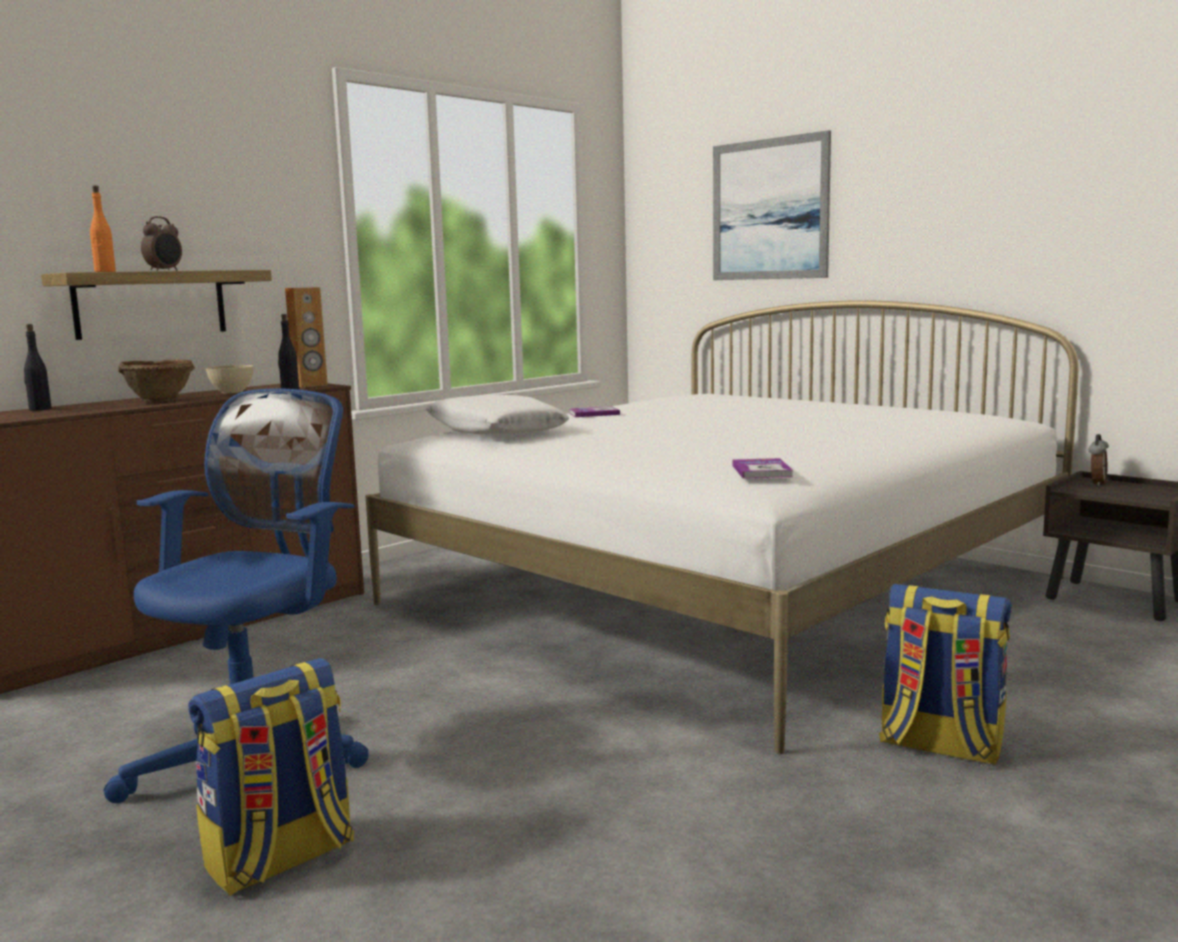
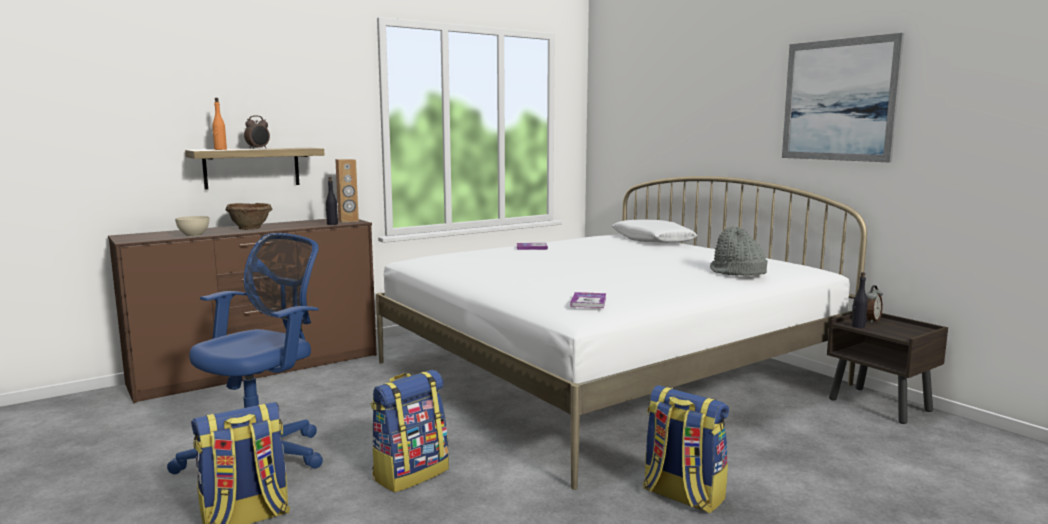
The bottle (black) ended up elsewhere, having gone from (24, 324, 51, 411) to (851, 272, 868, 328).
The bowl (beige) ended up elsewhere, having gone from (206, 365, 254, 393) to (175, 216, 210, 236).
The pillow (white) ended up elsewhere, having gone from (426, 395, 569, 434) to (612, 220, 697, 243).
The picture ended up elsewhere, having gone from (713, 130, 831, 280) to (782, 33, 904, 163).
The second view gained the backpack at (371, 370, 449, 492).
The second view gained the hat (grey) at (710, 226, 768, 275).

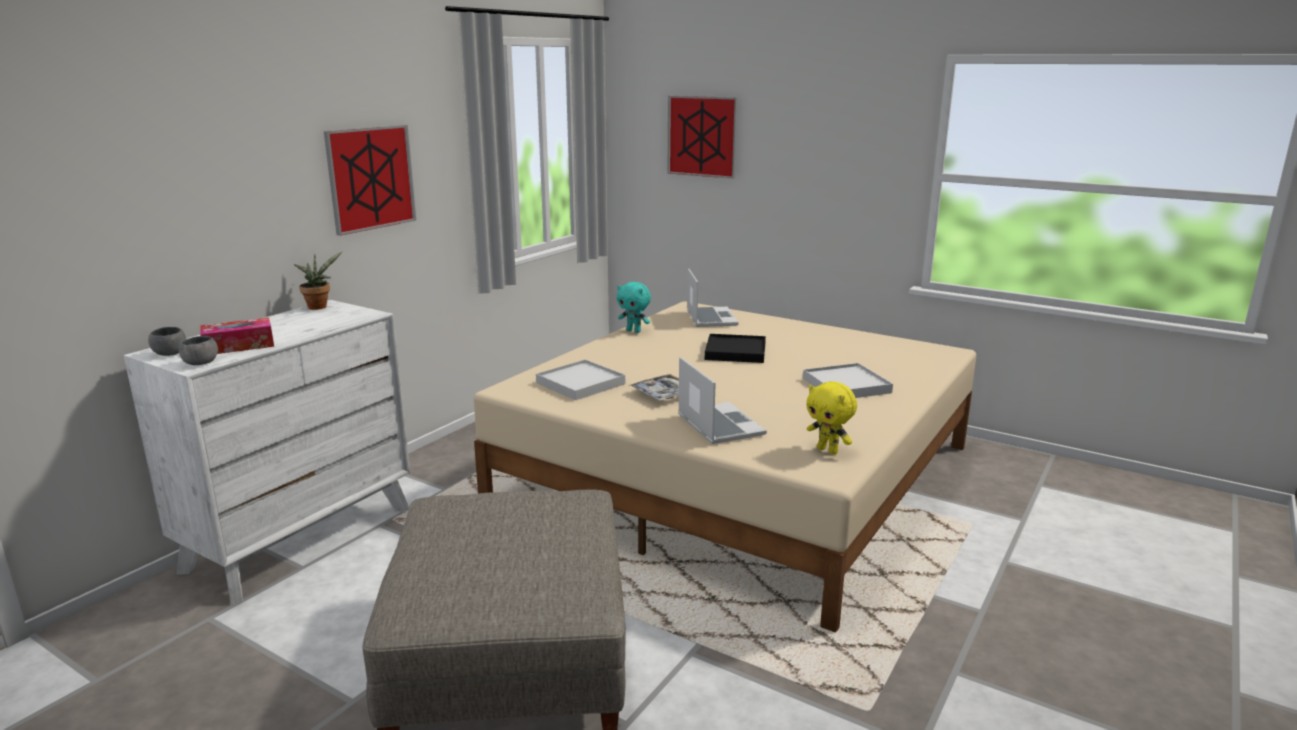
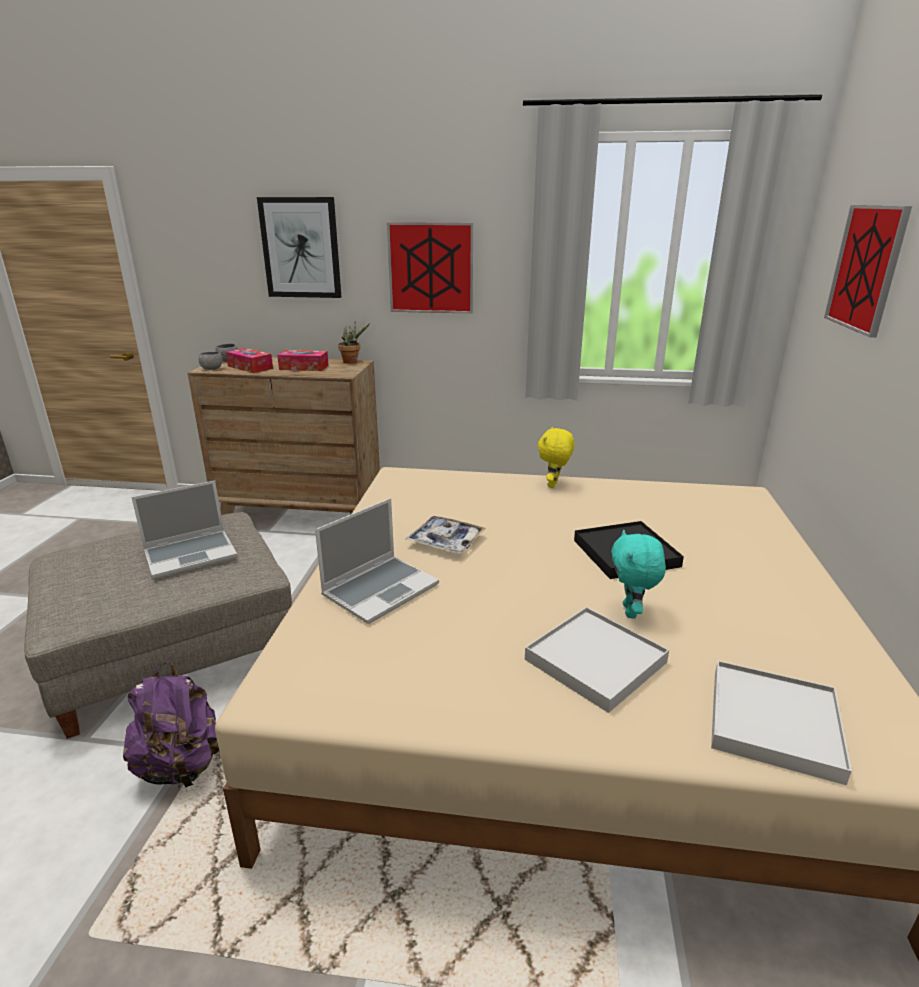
What was the dresser (white) at (123, 300, 410, 605) turned into the dresser (brown) at (188, 357, 380, 515).
The tray (white) ended up elsewhere, having gone from (536, 360, 625, 400) to (711, 661, 852, 785).
The plush toy (turquoise) ended up elsewhere, having gone from (617, 282, 651, 333) to (611, 530, 666, 619).
The laptop ended up elsewhere, having gone from (687, 269, 738, 327) to (131, 480, 237, 579).
The plush toy (yellow) ended up elsewhere, having gone from (806, 381, 857, 455) to (538, 427, 575, 488).
The second view gained the backpack (purple) at (123, 661, 219, 790).
The second view gained the picture at (257, 197, 341, 298).
The second view gained the tissue box at (277, 350, 329, 371).

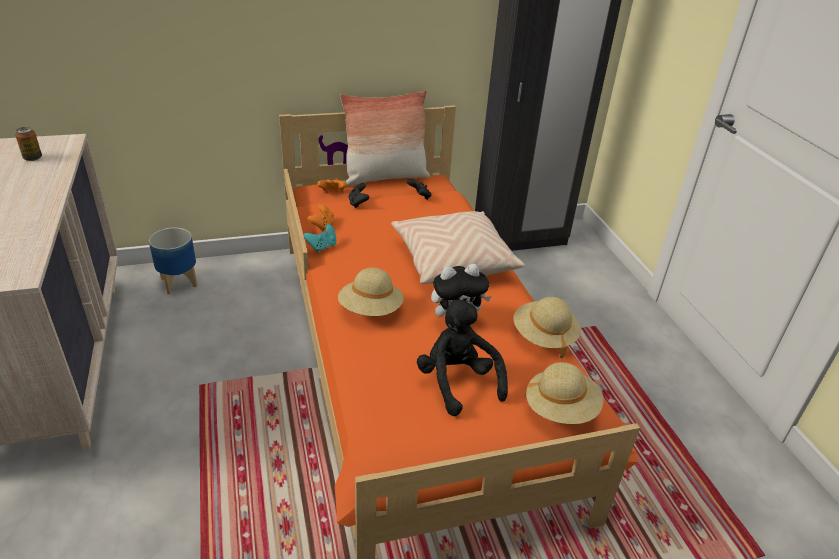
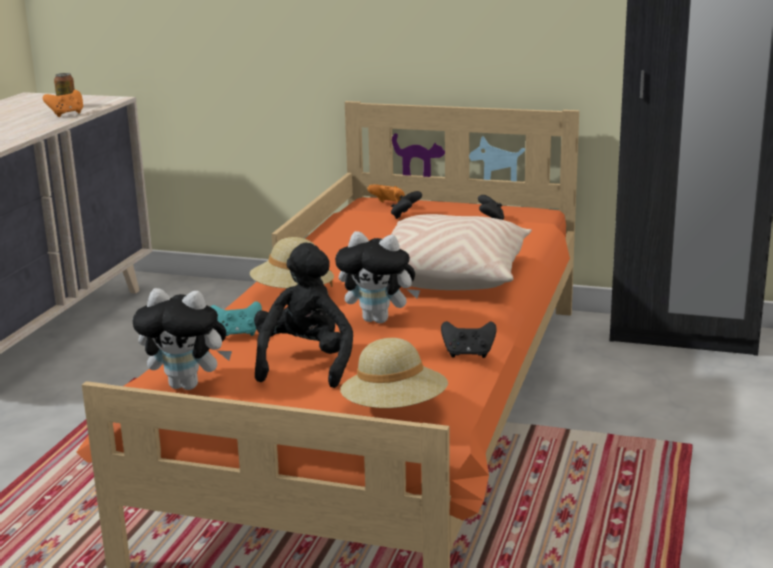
The second view lost the planter at (149, 227, 198, 294).
The game controller (turquoise) ended up elsewhere, having gone from (304, 224, 336, 252) to (211, 301, 262, 336).
The game controller (orange) ended up elsewhere, having gone from (307, 204, 334, 231) to (43, 90, 83, 117).
The second view lost the pillow at (340, 91, 430, 186).
Where the hat (beige) stood at (513, 297, 581, 358), the game controller (black) came to stand at (441, 321, 497, 358).
The second view gained the plush toy at (133, 288, 232, 390).

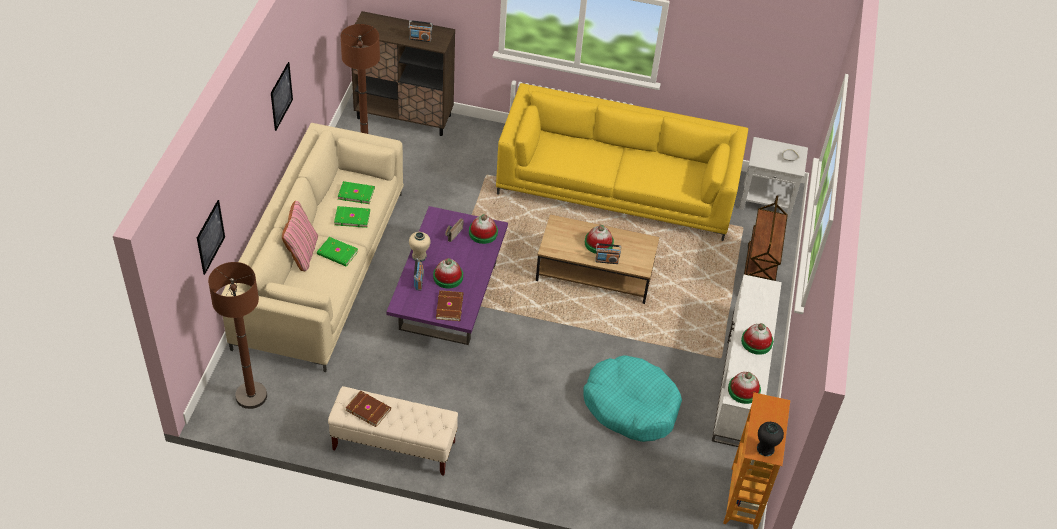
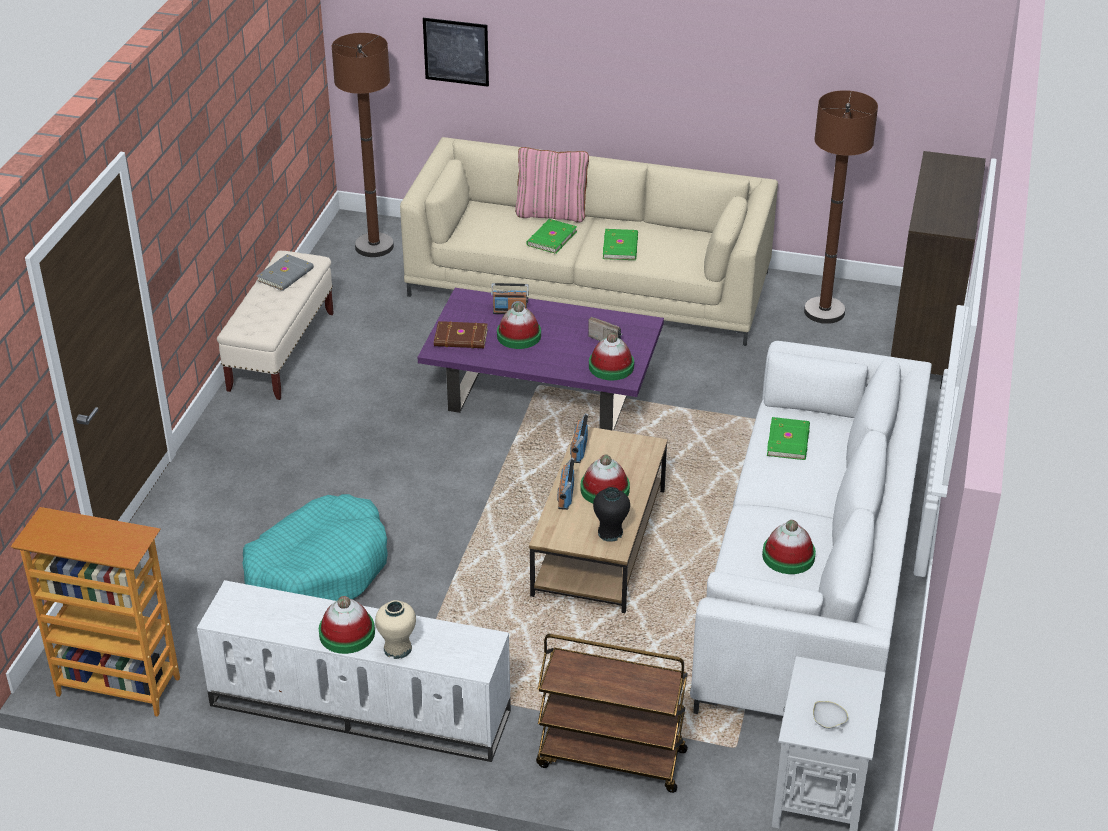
The second view lost the picture at (271, 62, 293, 131).
The book (green) ended up elsewhere, having gone from (337, 181, 375, 204) to (767, 417, 810, 460).
What was the book (brown) at (346, 391, 391, 427) turned into the book (grey) at (257, 254, 314, 291).
The radio ended up elsewhere, having gone from (409, 20, 432, 42) to (570, 413, 588, 463).
The vase (beige) ended up elsewhere, having gone from (409, 232, 431, 262) to (375, 600, 416, 659).
What was the sofa (yellow) at (496, 83, 748, 241) turned into the sofa (white) at (690, 341, 932, 716).
The hat ended up elsewhere, having gone from (728, 372, 761, 404) to (762, 520, 816, 574).
The vase (black) ended up elsewhere, having gone from (757, 422, 784, 456) to (593, 487, 630, 542).

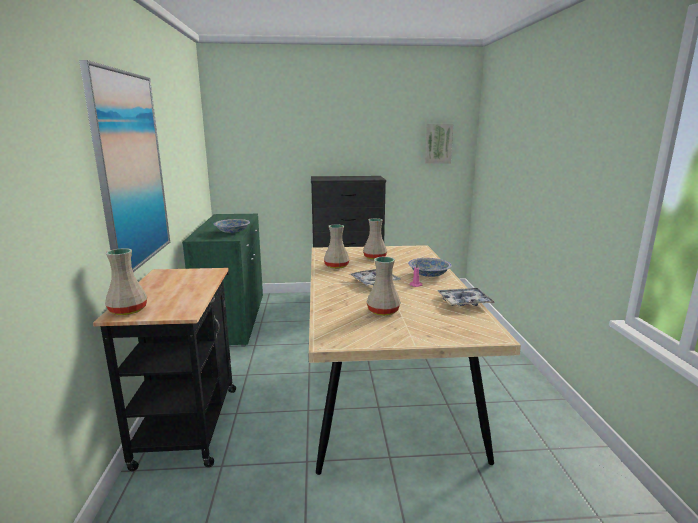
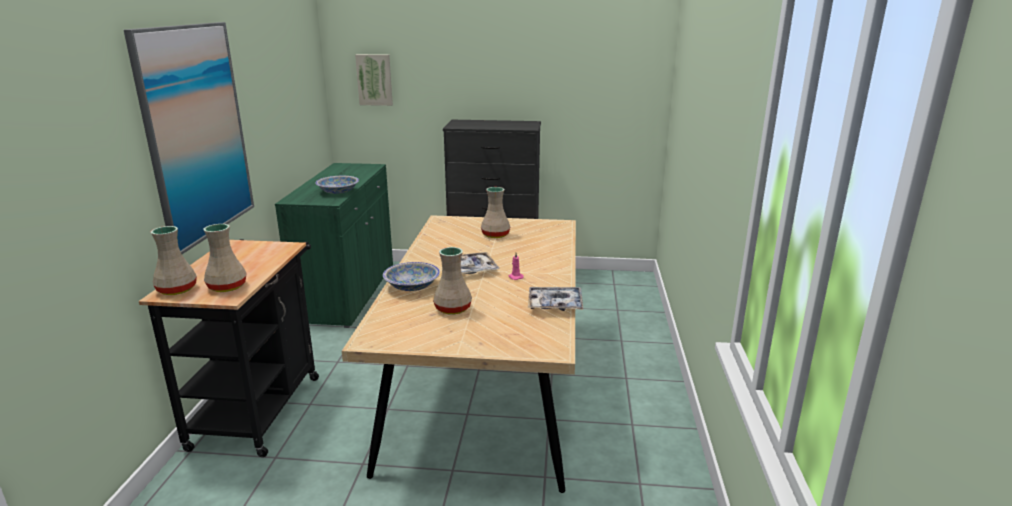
The vase (beige) ended up elsewhere, having gone from (324, 224, 349, 269) to (203, 224, 247, 292).
The bowl ended up elsewhere, having gone from (408, 258, 452, 277) to (383, 262, 440, 291).
The picture ended up elsewhere, having gone from (425, 124, 453, 164) to (355, 54, 393, 106).

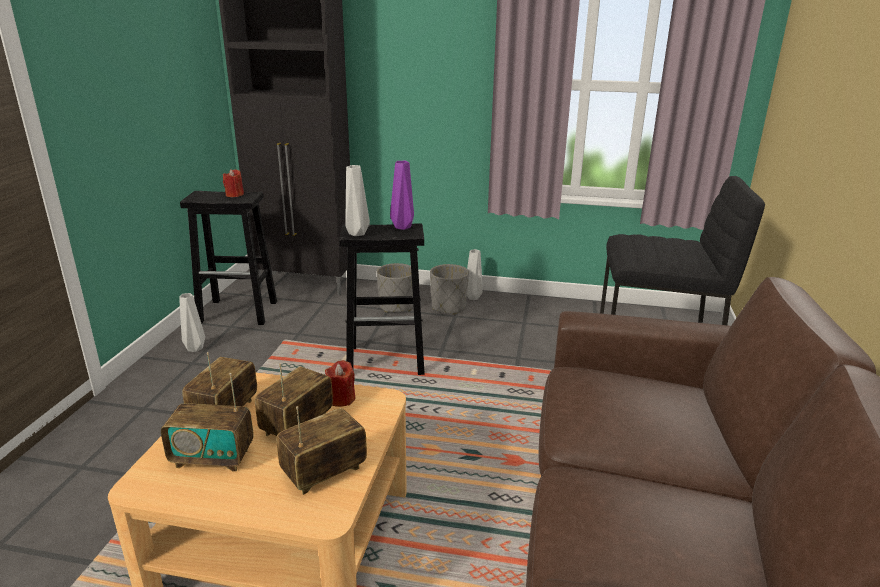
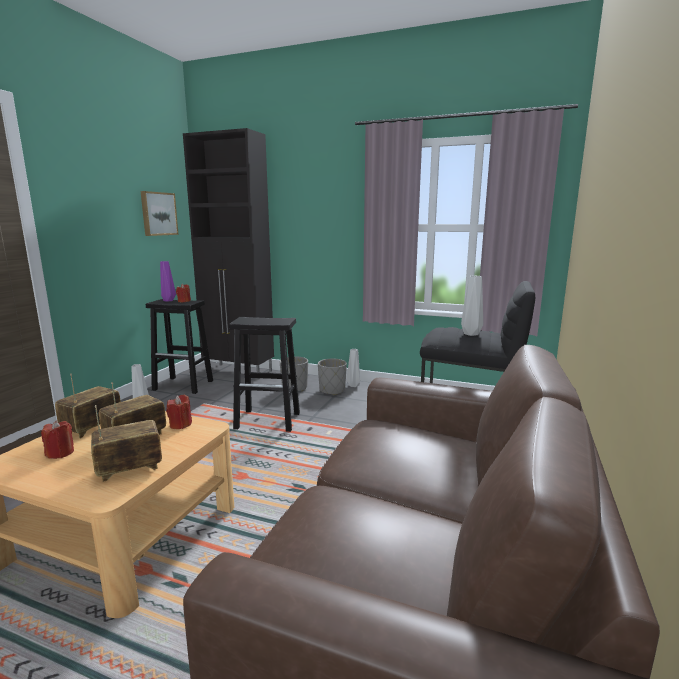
Where the radio stood at (161, 373, 254, 472), the candle (red) came to stand at (41, 420, 74, 459).
The vase (grey) ended up elsewhere, having gone from (345, 165, 370, 236) to (461, 275, 483, 336).
The vase (purple) ended up elsewhere, having gone from (390, 161, 414, 230) to (160, 261, 176, 302).
The second view gained the picture at (140, 191, 179, 236).

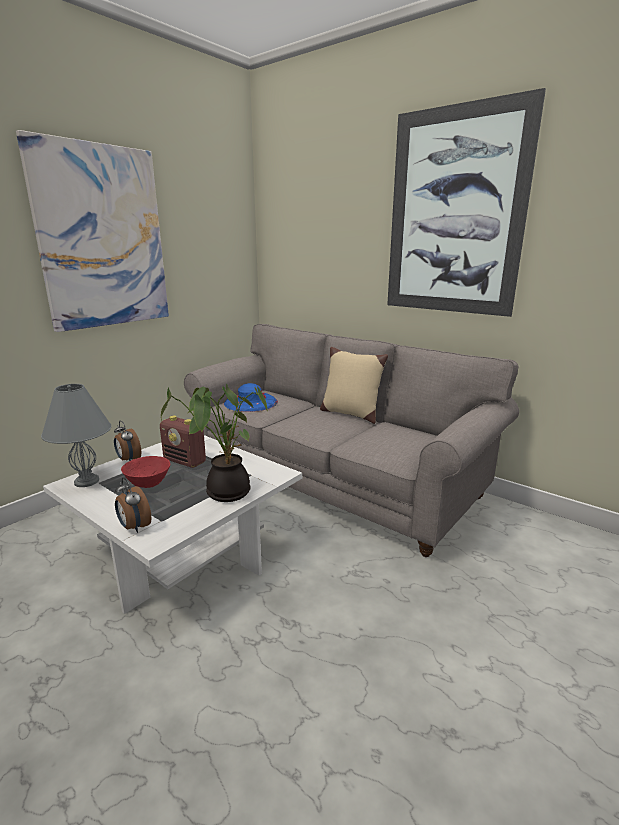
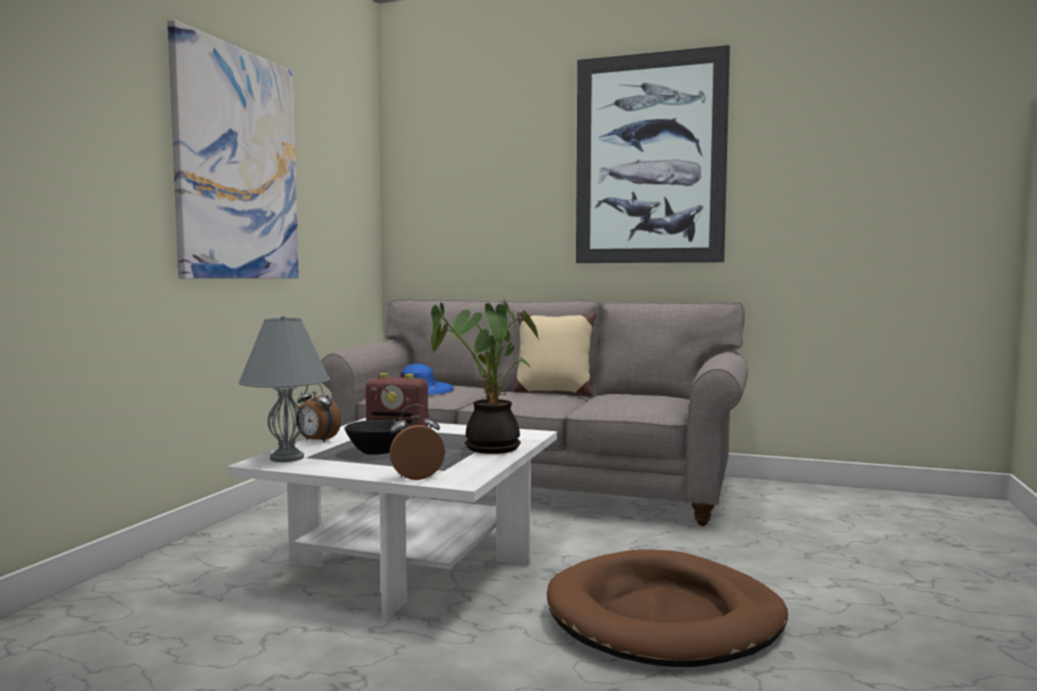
The alarm clock at (115, 477, 151, 533) ended up facing another way, 135 degrees clockwise from before.
What was the bowl (red) at (121, 456, 170, 488) turned into the bowl (black) at (344, 420, 410, 455).
The second view gained the dog bed (brown) at (547, 550, 788, 667).

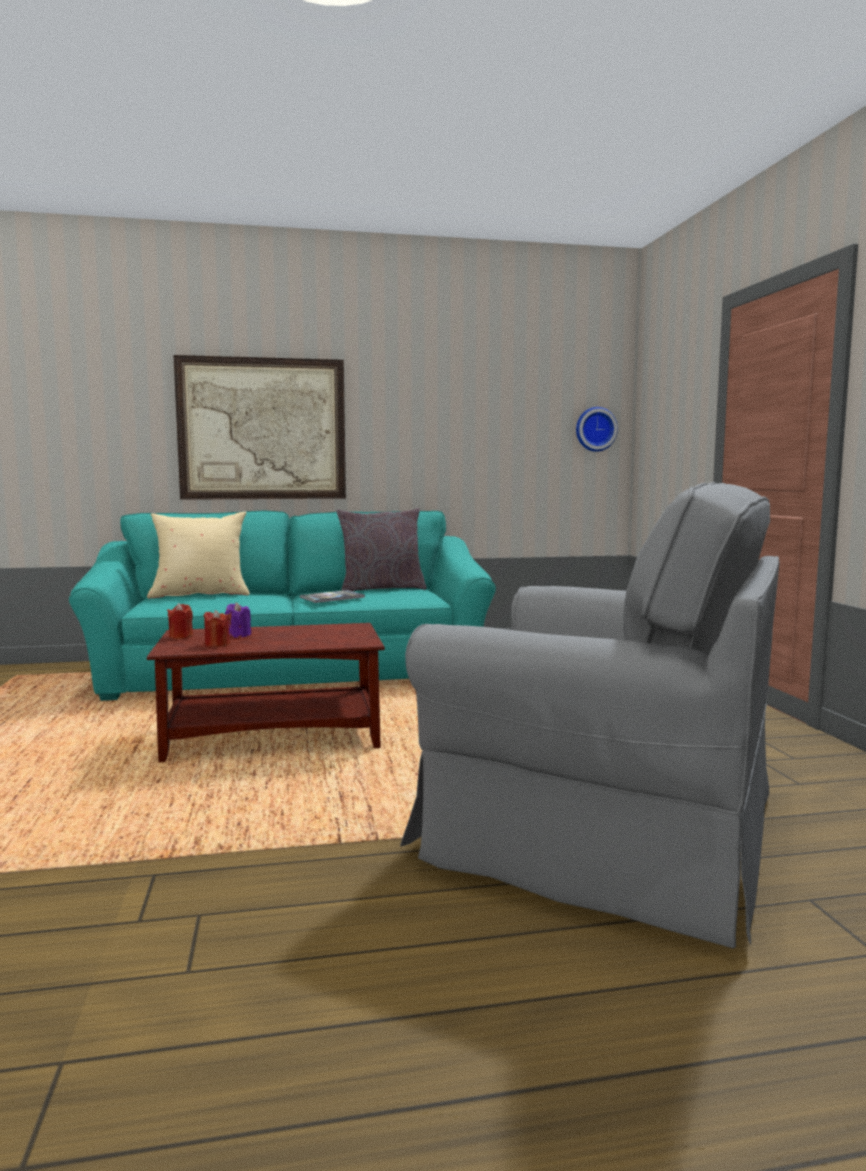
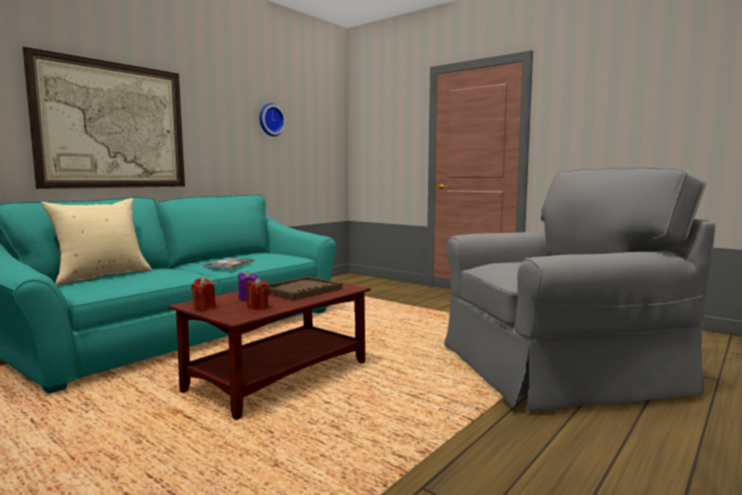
The second view lost the pillow (grey) at (336, 508, 427, 591).
The wall clock ended up elsewhere, having gone from (576, 407, 618, 452) to (259, 103, 286, 136).
The second view gained the tray (brown) at (268, 276, 342, 301).

